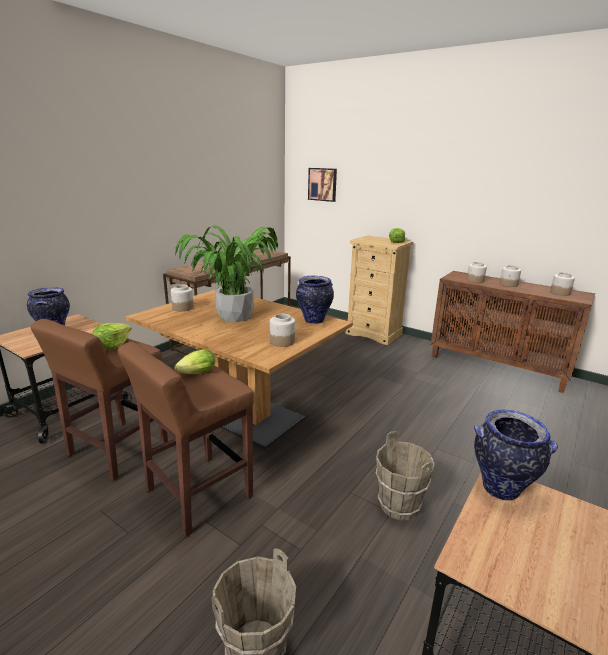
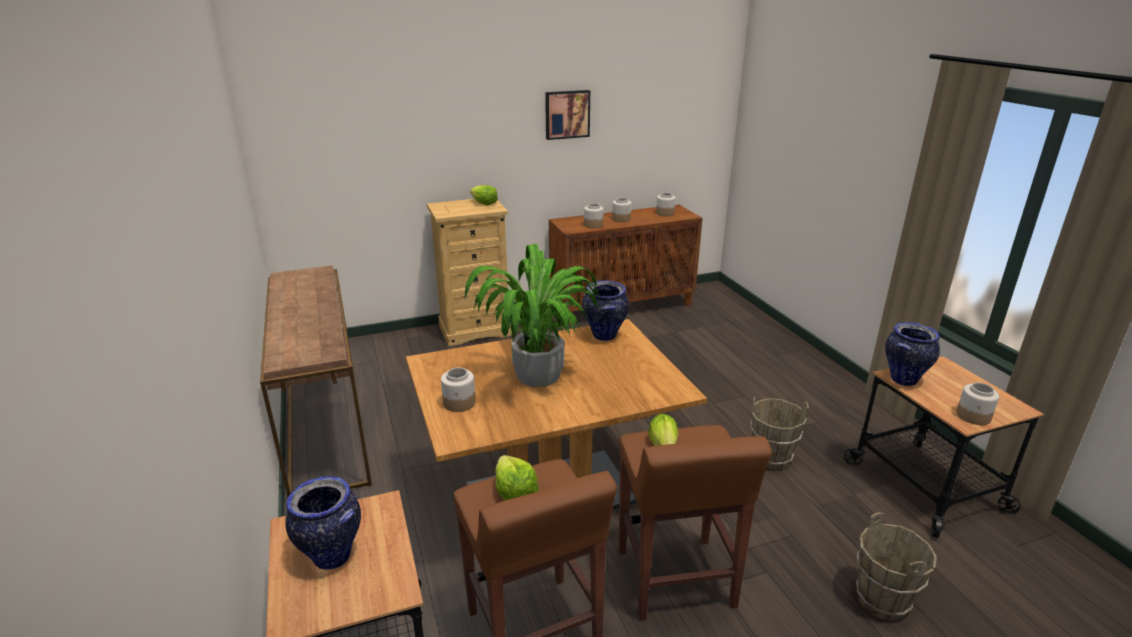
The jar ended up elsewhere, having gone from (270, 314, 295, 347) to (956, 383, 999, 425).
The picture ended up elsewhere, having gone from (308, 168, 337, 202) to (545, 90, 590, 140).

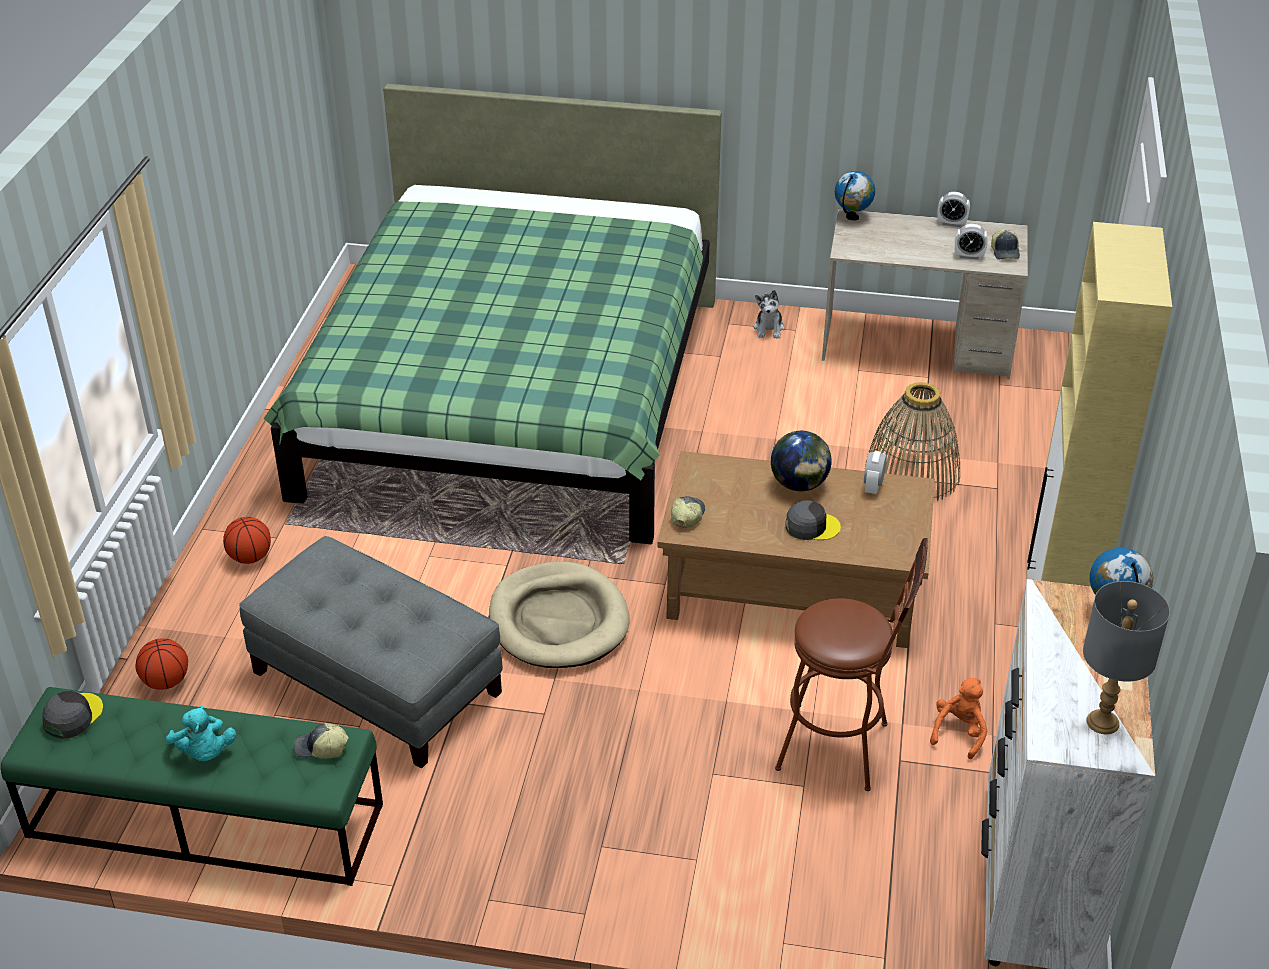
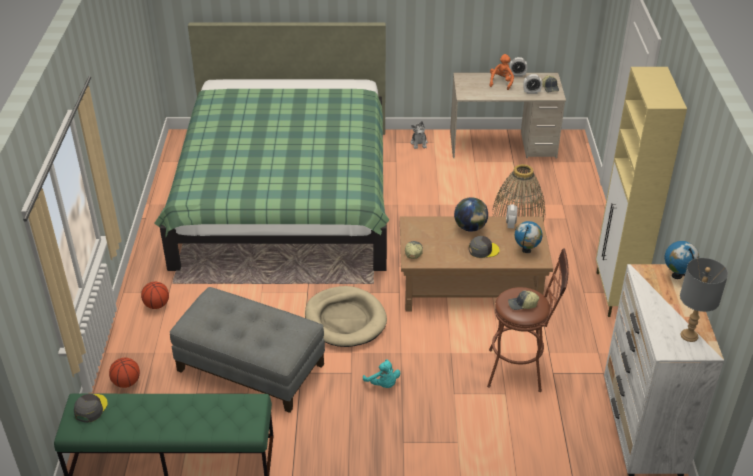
The plush toy (turquoise) ended up elsewhere, having gone from (166, 705, 236, 761) to (363, 359, 400, 388).
The cap ended up elsewhere, having gone from (293, 723, 349, 759) to (508, 290, 539, 310).
The globe ended up elsewhere, having gone from (835, 171, 875, 221) to (515, 221, 543, 253).
The plush toy (orange) ended up elsewhere, having gone from (930, 678, 987, 759) to (490, 54, 514, 90).

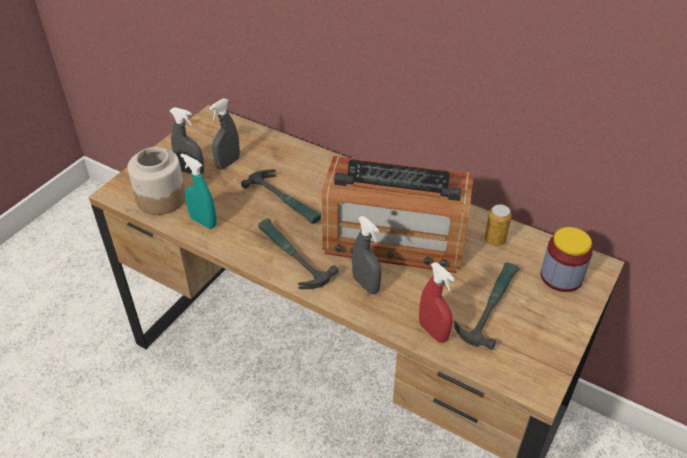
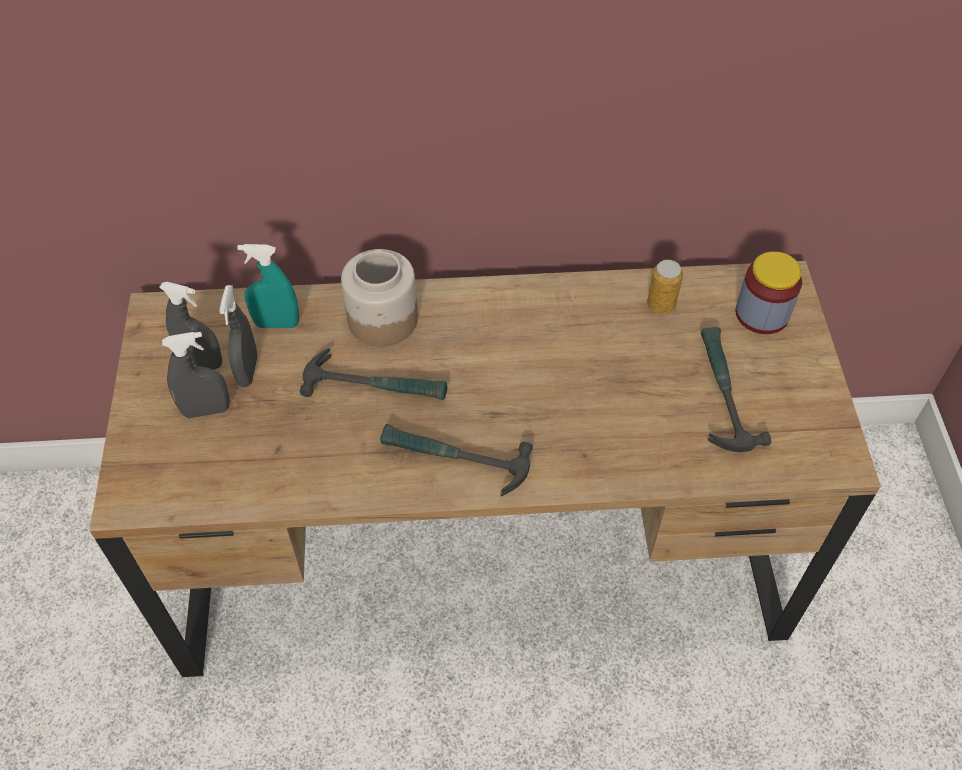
The jar ended up elsewhere, having gone from (127, 147, 185, 215) to (341, 249, 418, 346).
The spray bottle (turquoise) ended up elsewhere, having gone from (180, 153, 217, 229) to (237, 244, 299, 328).
The second view lost the radio at (322, 156, 474, 273).
The spray bottle (grey) ended up elsewhere, having gone from (352, 216, 382, 294) to (159, 282, 222, 370).
The second view lost the spray bottle (red) at (419, 262, 455, 343).

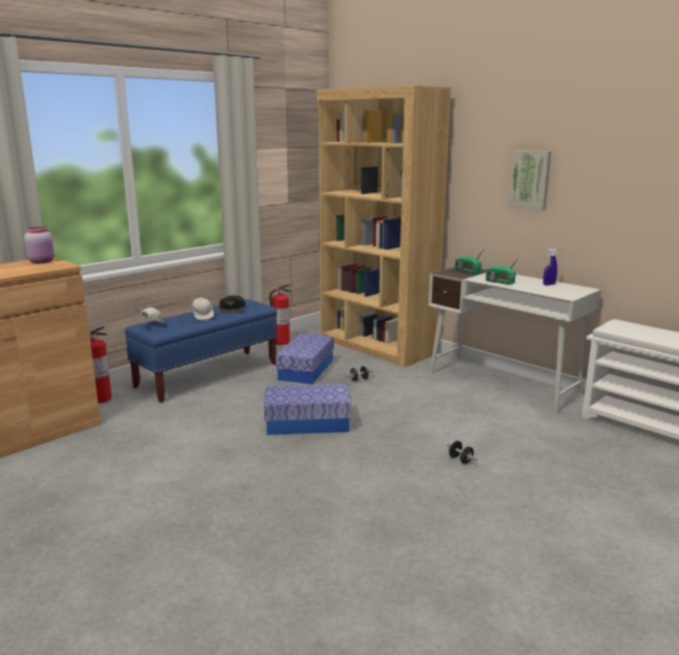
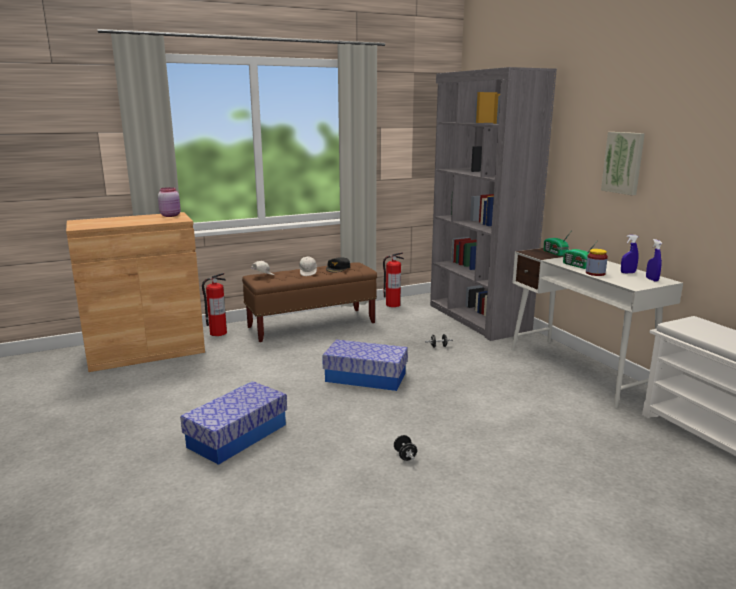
What was the bench (blue) at (125, 299, 277, 403) turned into the bench (brown) at (242, 262, 377, 342).
The storage box ended up elsewhere, having gone from (276, 333, 334, 384) to (180, 381, 287, 465).
What was the bookcase (brown) at (317, 85, 451, 367) turned into the bookcase (grey) at (430, 67, 557, 341).
The dumbbell (black) ended up elsewhere, having gone from (446, 441, 477, 464) to (394, 435, 417, 461).
The second view gained the jar at (586, 249, 608, 276).
The second view gained the spray bottle (blue) at (646, 239, 662, 282).

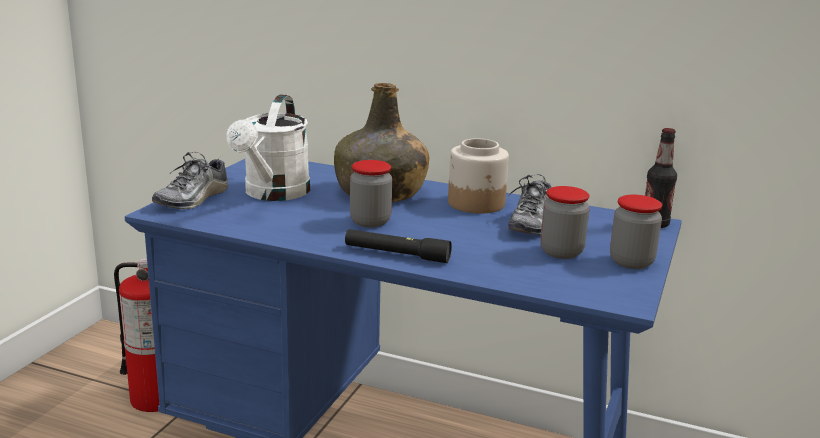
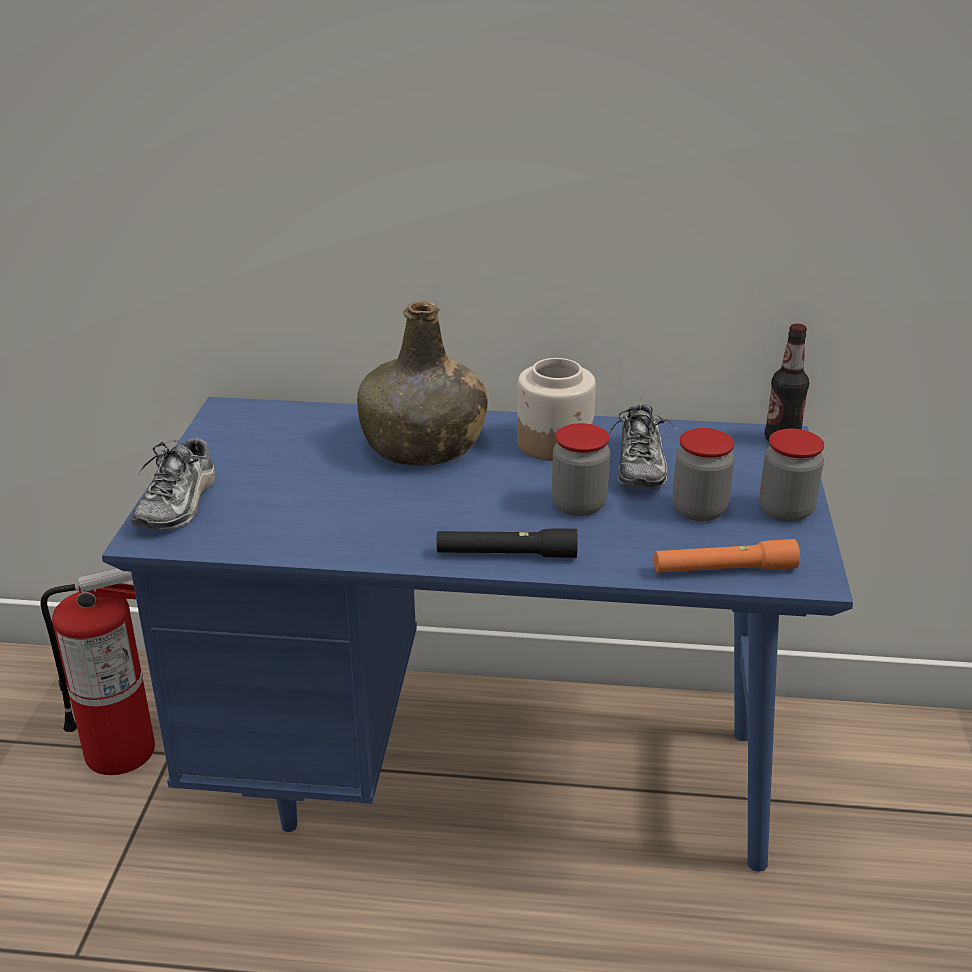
The second view lost the watering can (white) at (226, 94, 310, 201).
The jar ended up elsewhere, having gone from (350, 160, 392, 228) to (552, 423, 610, 516).
The second view gained the flashlight (orange) at (654, 539, 800, 573).

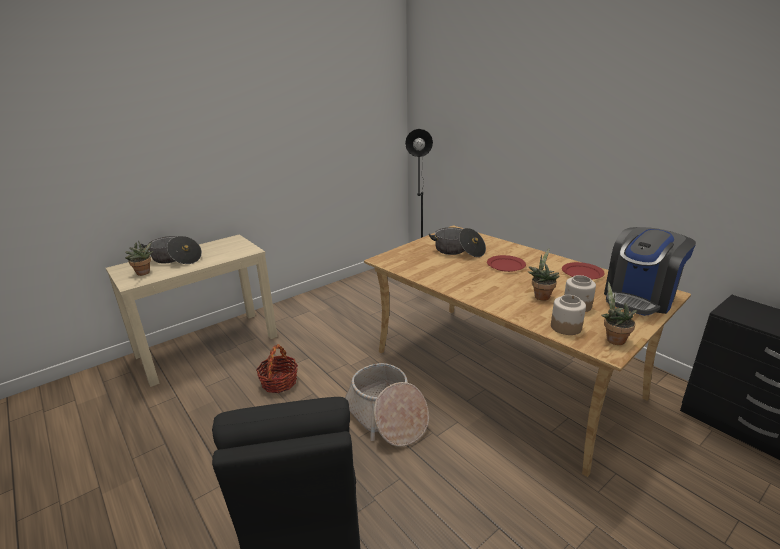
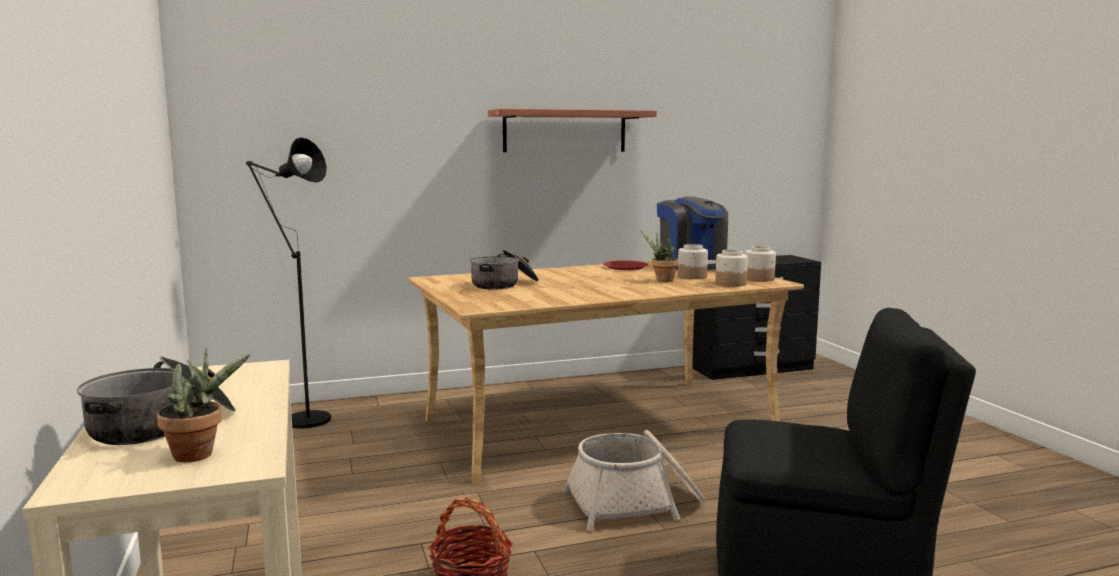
The second view lost the plate (red) at (487, 255, 526, 272).
Where the potted plant stood at (601, 282, 637, 345), the jar came to stand at (745, 246, 776, 282).
The second view gained the shelf at (488, 109, 657, 152).

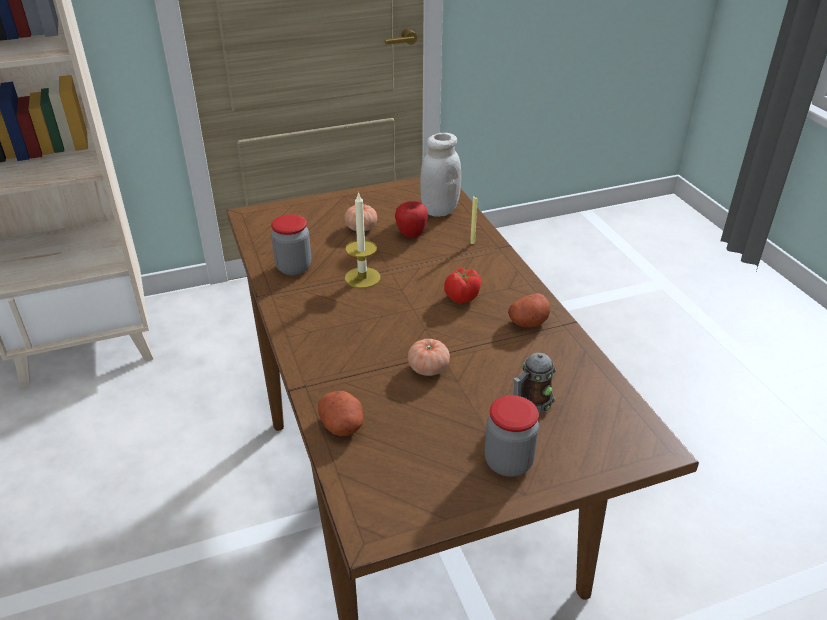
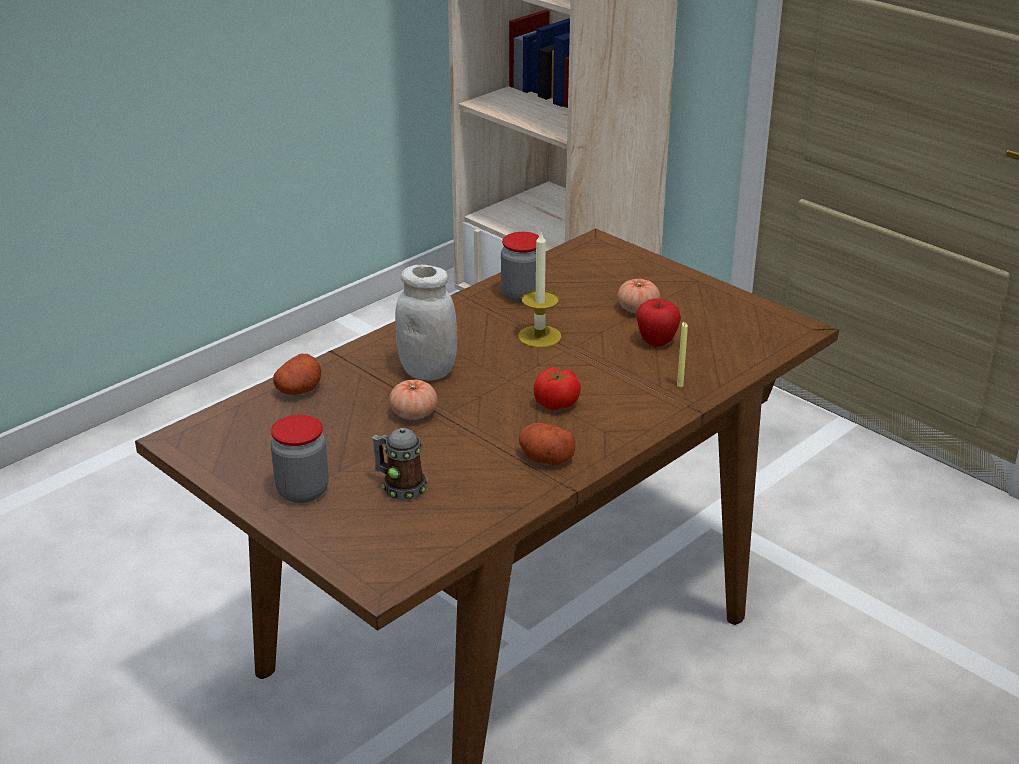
The jar (white) ended up elsewhere, having gone from (420, 133, 461, 217) to (395, 265, 457, 380).

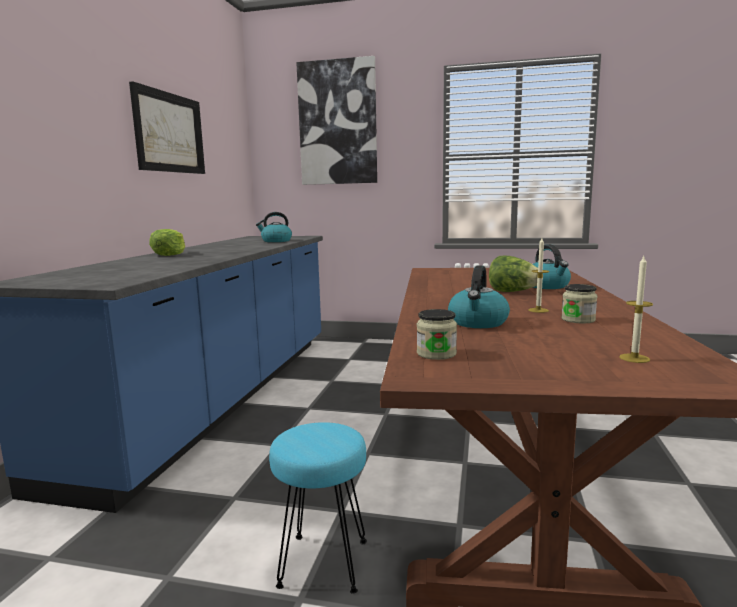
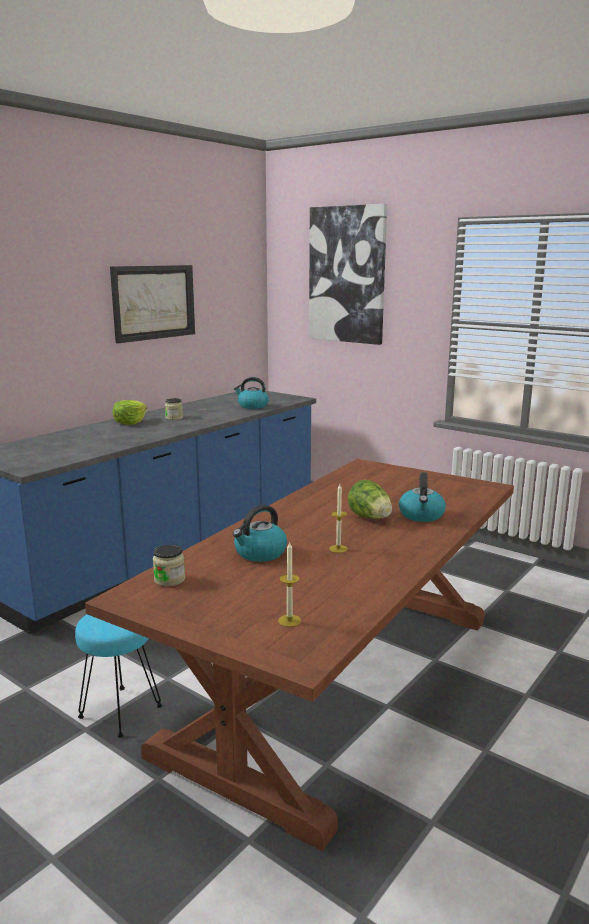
The jar ended up elsewhere, having gone from (561, 284, 597, 323) to (165, 398, 183, 420).

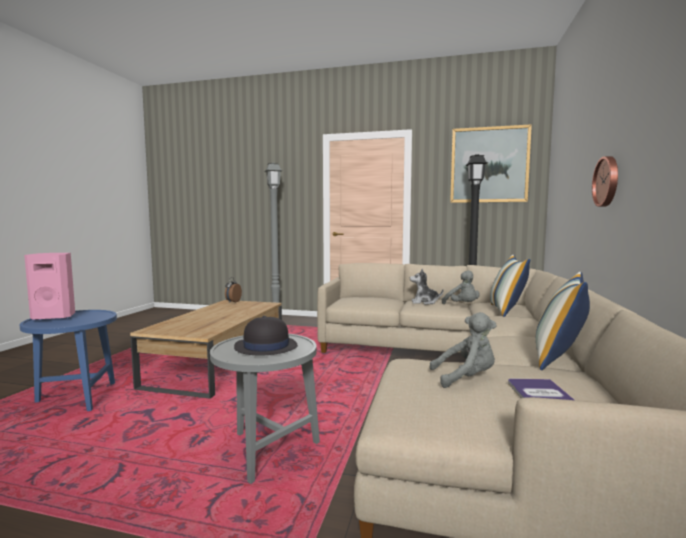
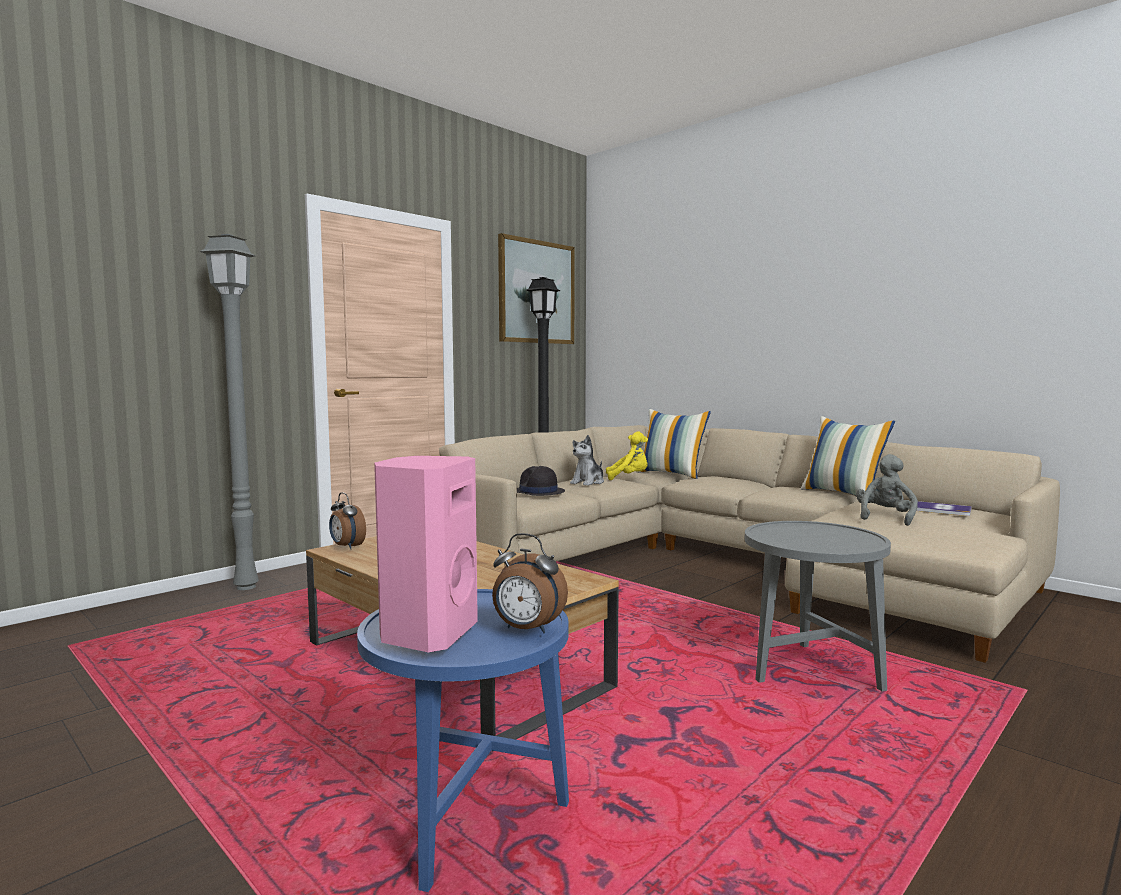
The hat (black) ended up elsewhere, having gone from (234, 316, 298, 356) to (517, 466, 565, 496).
What was the plush toy (grey) at (442, 270, 480, 304) turned into the plush toy (yellow) at (606, 431, 648, 480).
The second view lost the wall clock at (592, 156, 618, 207).
The second view gained the alarm clock at (492, 533, 568, 633).

